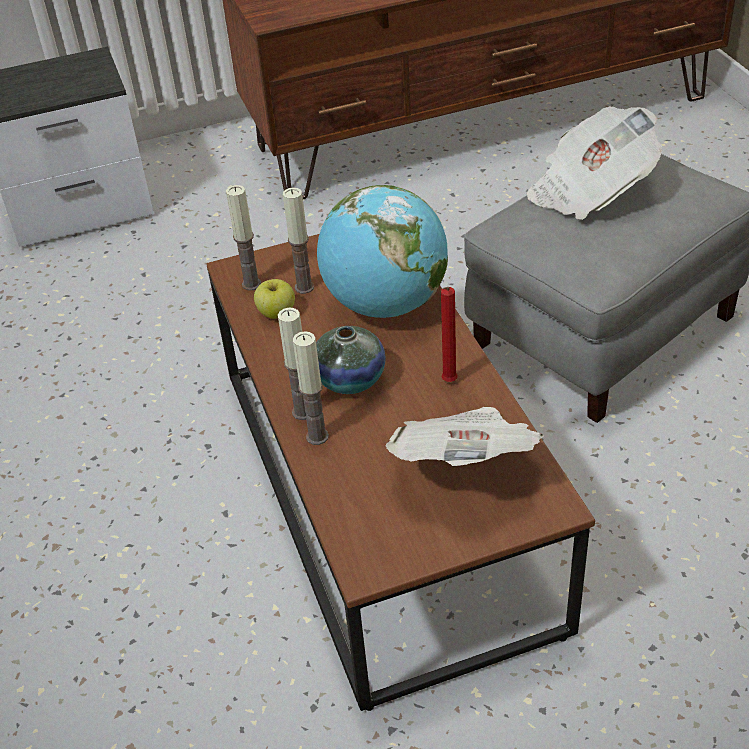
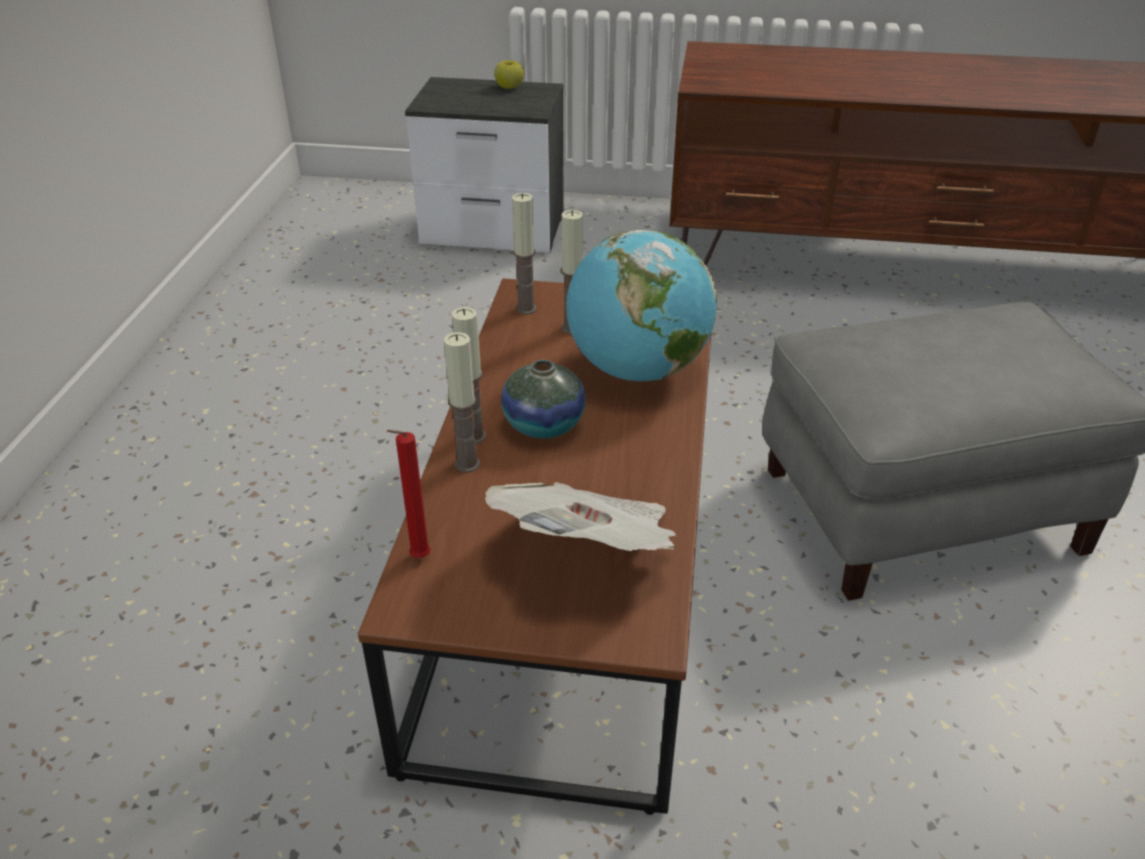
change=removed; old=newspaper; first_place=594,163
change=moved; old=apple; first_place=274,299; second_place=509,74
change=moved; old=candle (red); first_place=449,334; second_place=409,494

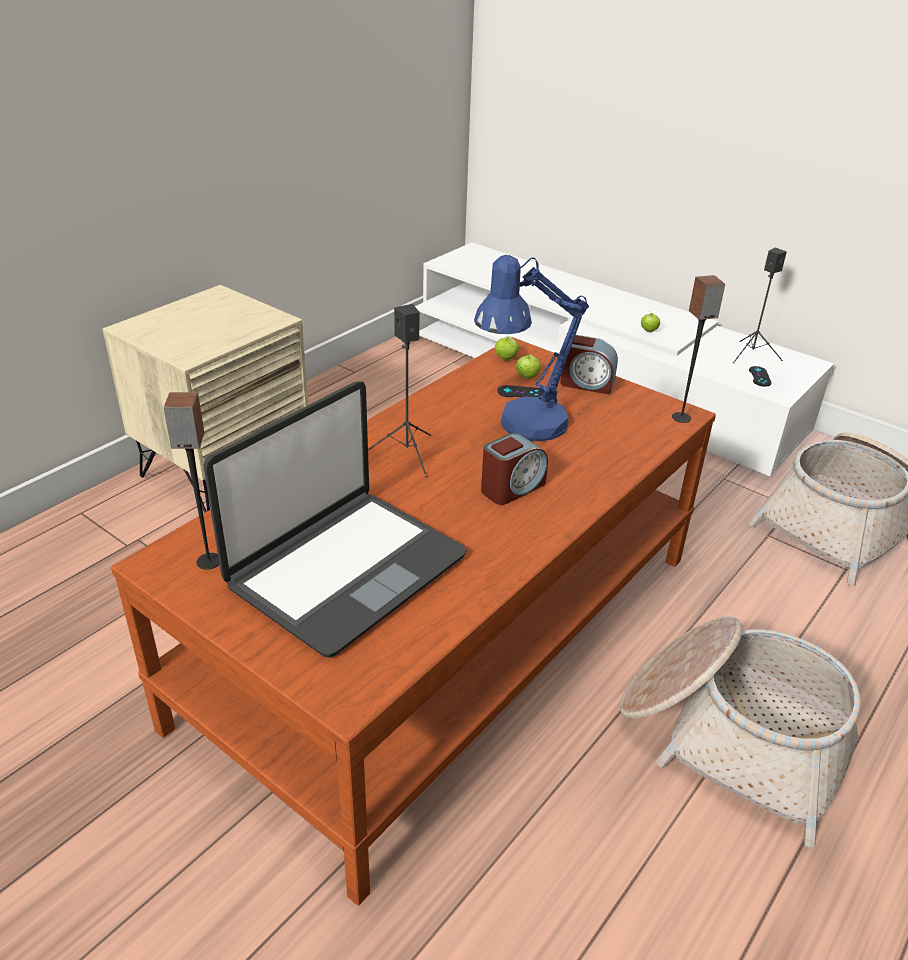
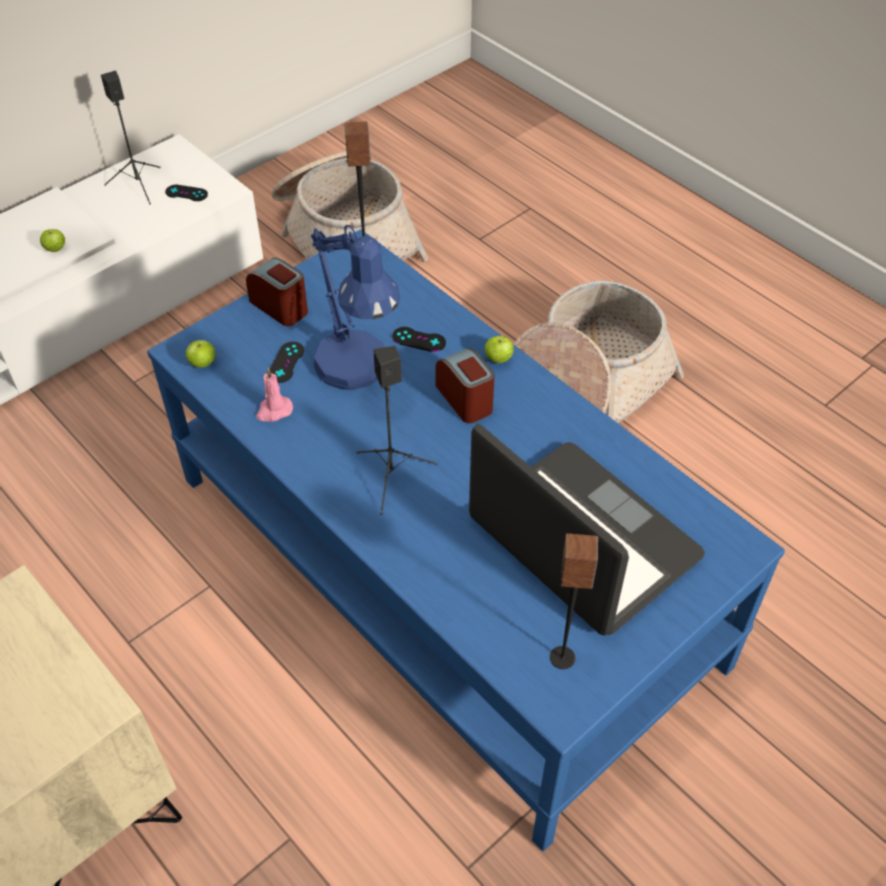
change=turned; old=alarm clock; first_place=589,365; second_place=277,291; degrees=-75
change=recoloured; old=coffee table (brown); new=coffee table (blue); first_place=413,621; second_place=466,540
change=moved; old=apple; first_place=528,366; second_place=499,349
change=added; new=game controller (black); second_place=419,339
change=added; new=candle (pink); second_place=274,395

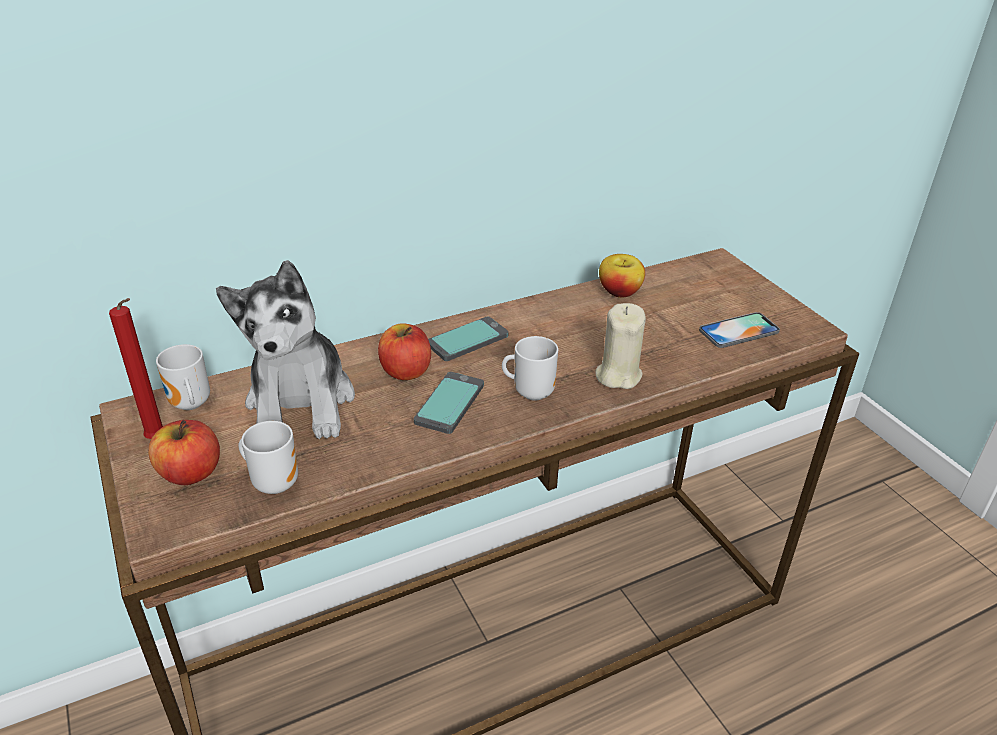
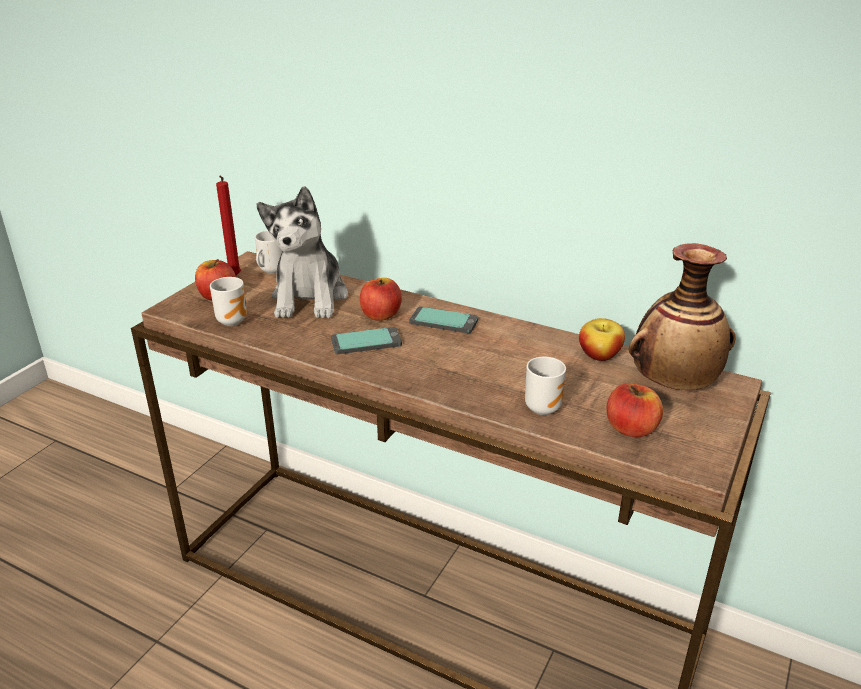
change=turned; old=plush toy; first_place=285,349; second_place=302,252; degrees=-45
change=removed; old=candle (beige); first_place=620,346
change=replaced; old=phone; new=apple; first_place=739,330; second_place=635,410
change=moved; old=mug; first_place=530,368; second_place=545,386
change=added; new=vase; second_place=682,316

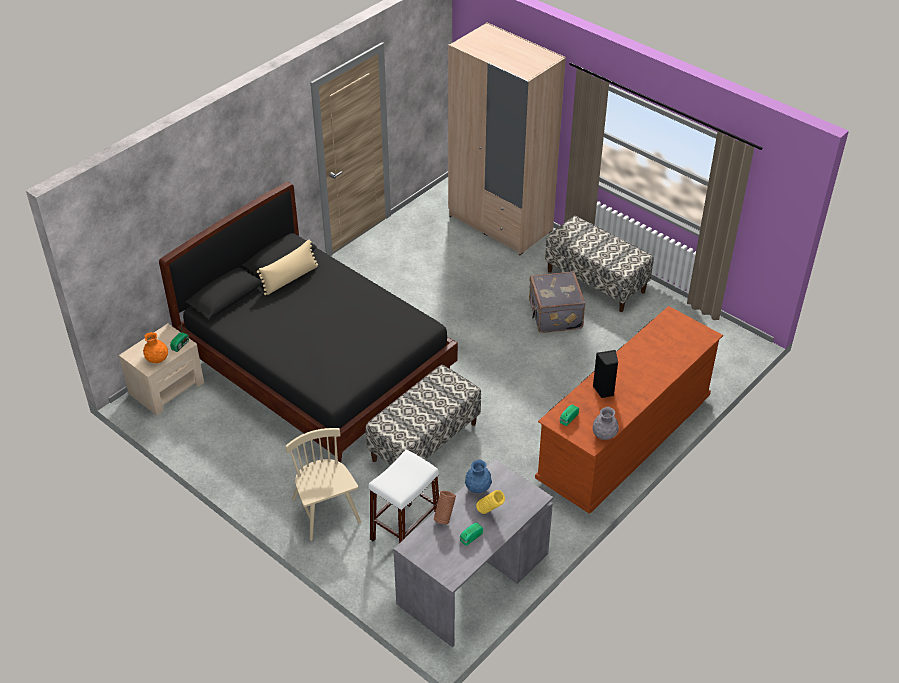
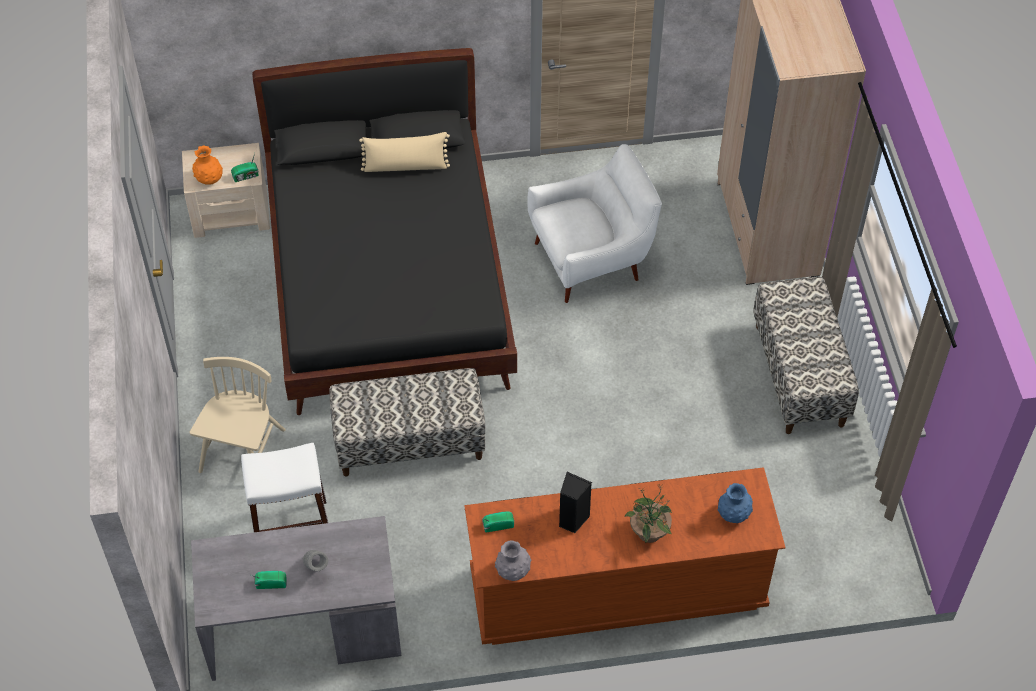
change=removed; old=suitcase (grey); first_place=557,302
change=moved; old=vase (blue); first_place=478,476; second_place=735,503
change=recoloured; old=vase (yellow); new=vase (grey); first_place=490,502; second_place=315,561
change=removed; old=vase (brown); first_place=445,507
change=added; new=armchair (white); second_place=594,223
change=added; new=potted plant; second_place=648,513

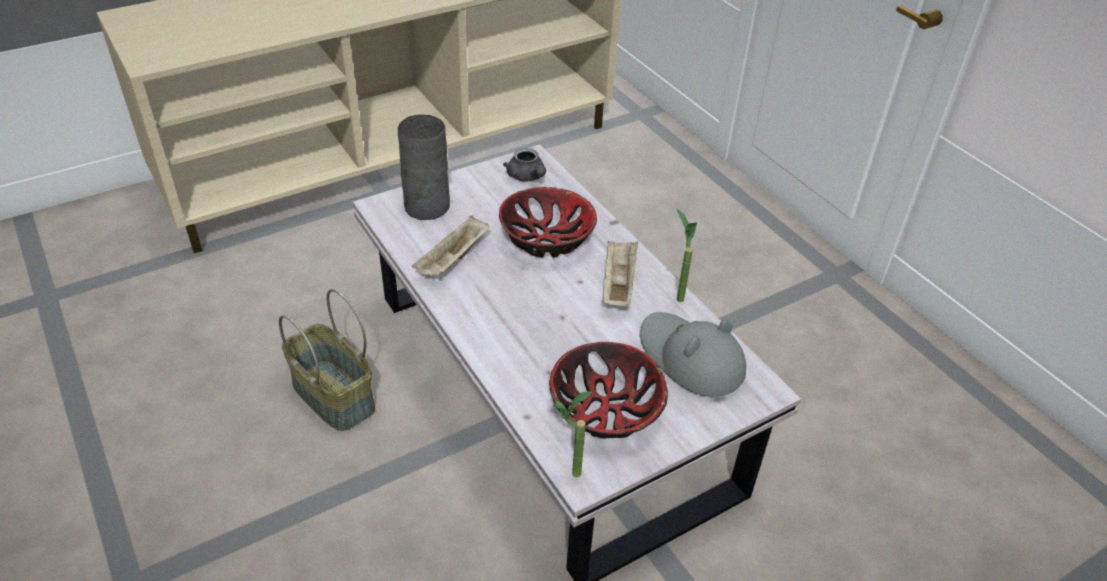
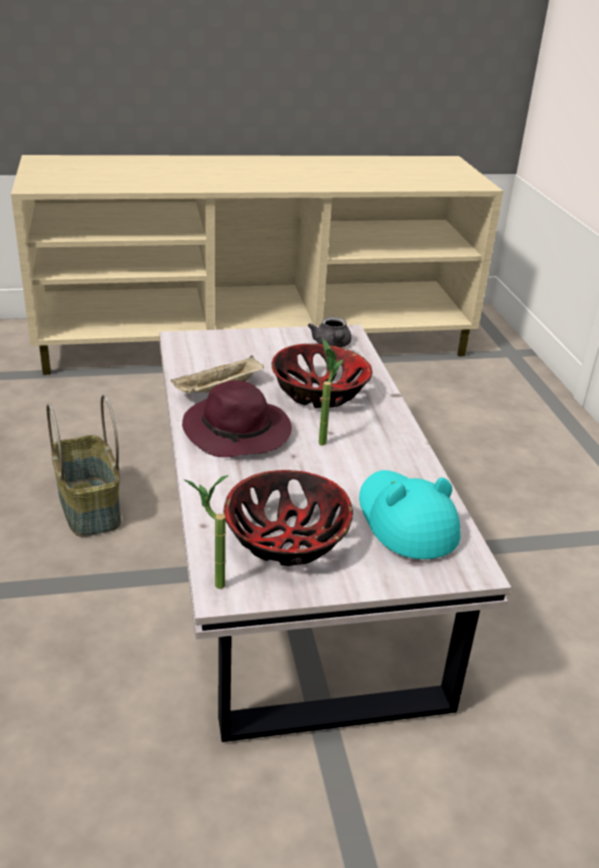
change=removed; old=vase (grey); first_place=424,167
change=moved; old=potted plant; first_place=686,255; second_place=331,392
change=removed; old=tray (beige); first_place=620,273
change=recoloured; old=hat (grey); new=hat (turquoise); first_place=693,354; second_place=410,514
change=added; new=hat (purple); second_place=237,418

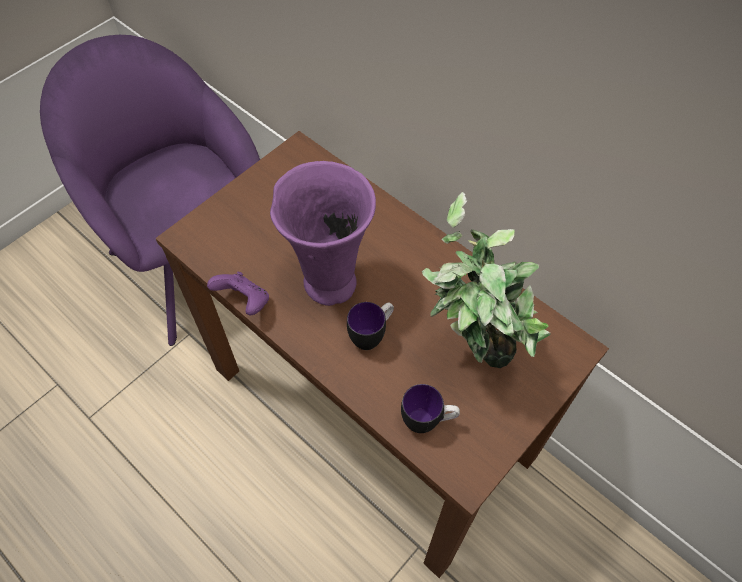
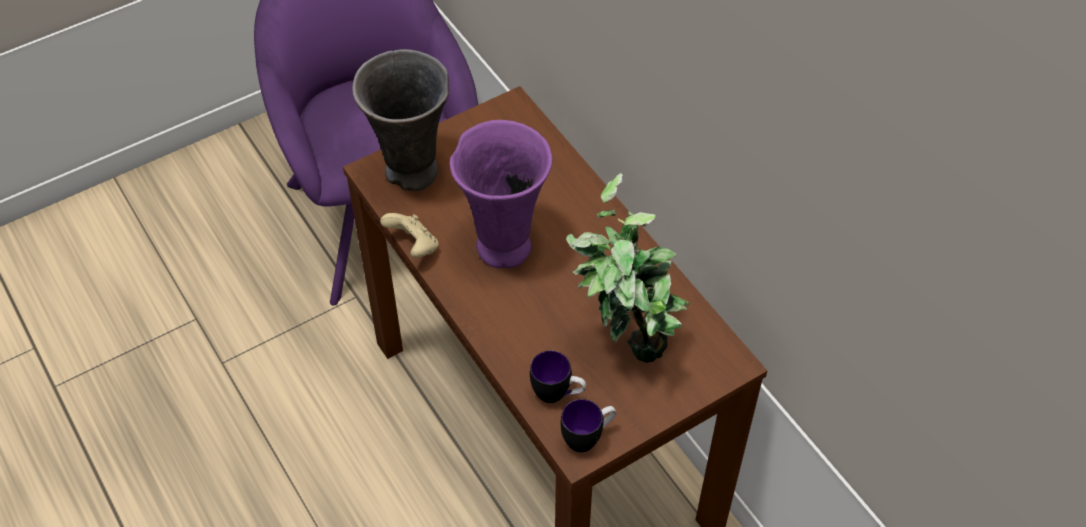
change=recoloured; old=game controller (purple); new=game controller (beige); first_place=238,293; second_place=409,235
change=moved; old=mug; first_place=370,326; second_place=588,426
change=added; new=vase (grey); second_place=400,120

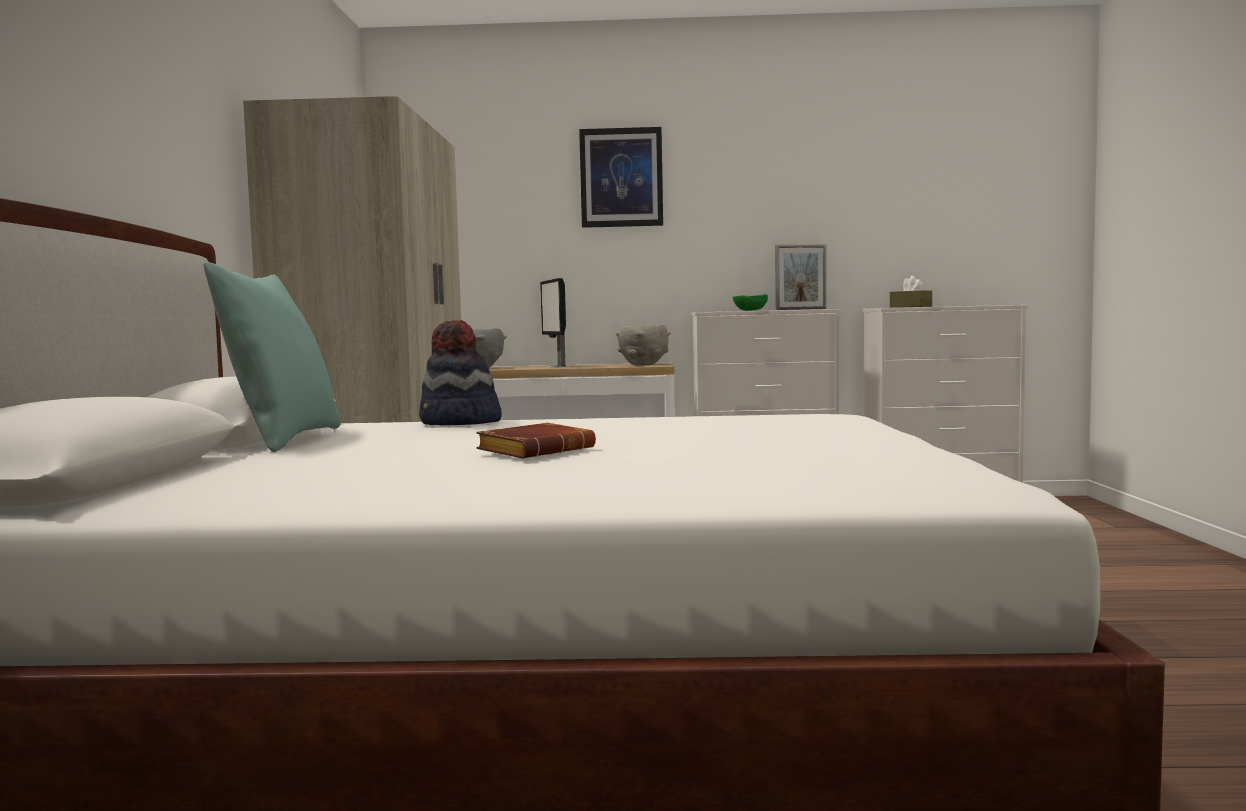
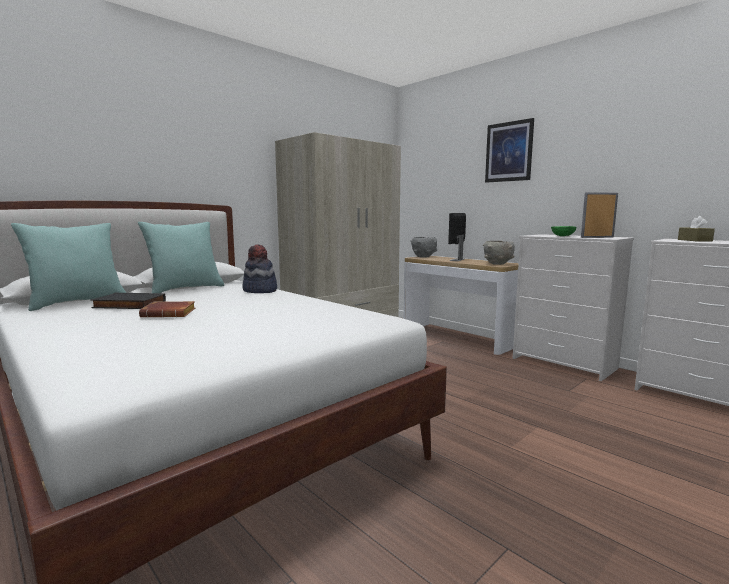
change=turned; old=picture frame; first_place=800,277; second_place=599,215; degrees=135
change=added; new=pillow (turquoise); second_place=68,267
change=added; new=book (black); second_place=128,301

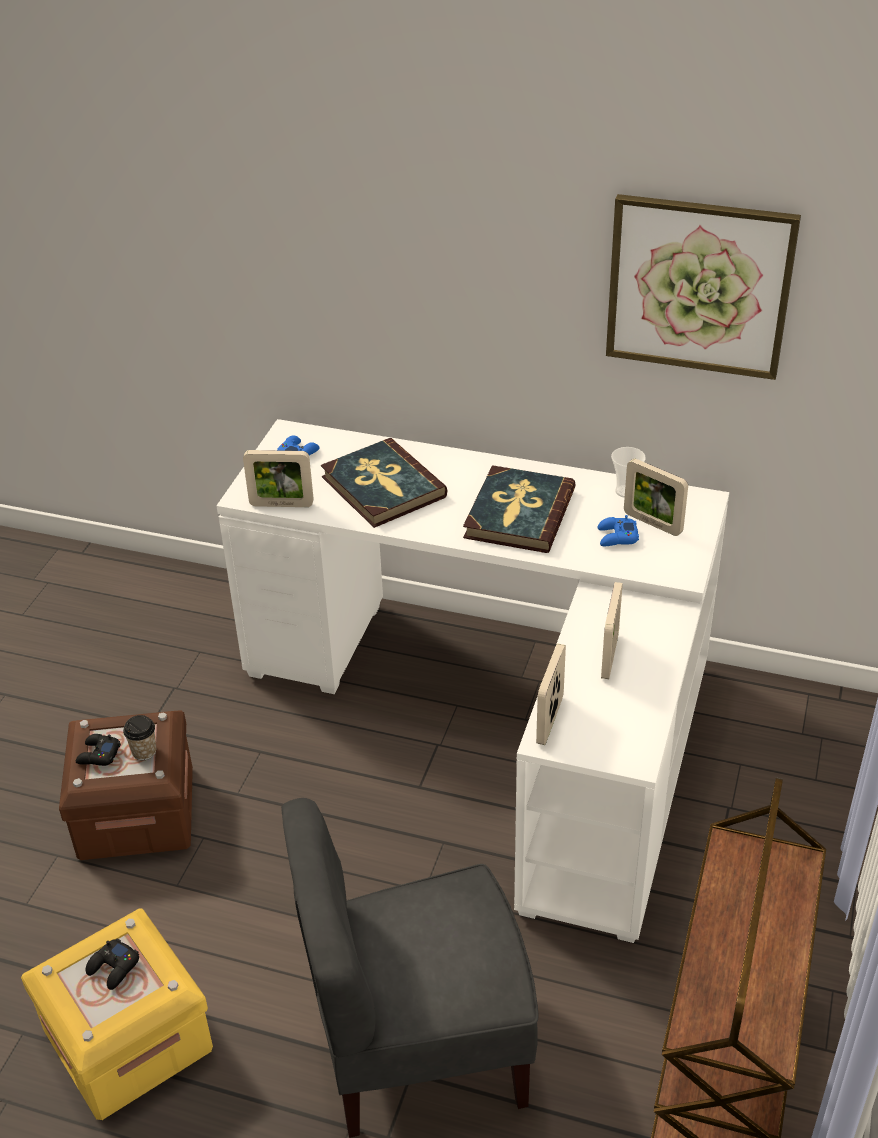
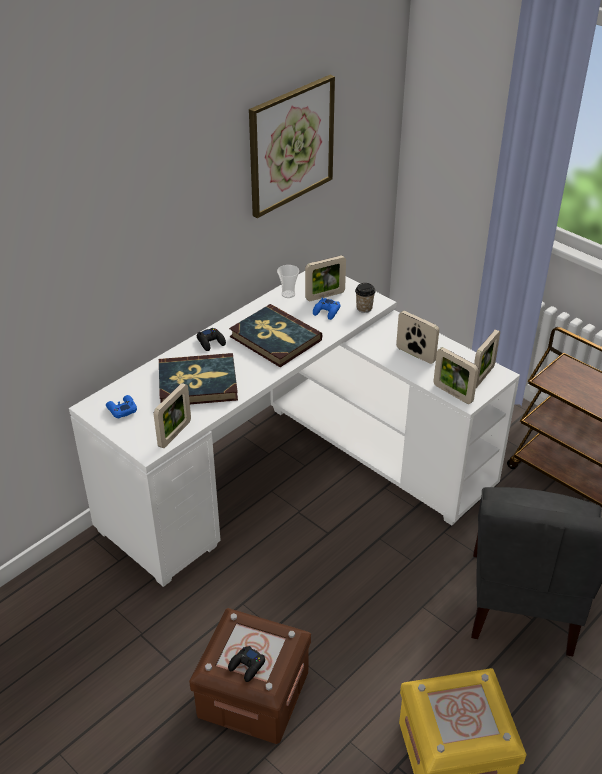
change=moved; old=cup; first_place=139,737; second_place=365,298
change=moved; old=game controller (black); first_place=112,964; second_place=211,339
change=added; new=picture frame; second_place=487,359

